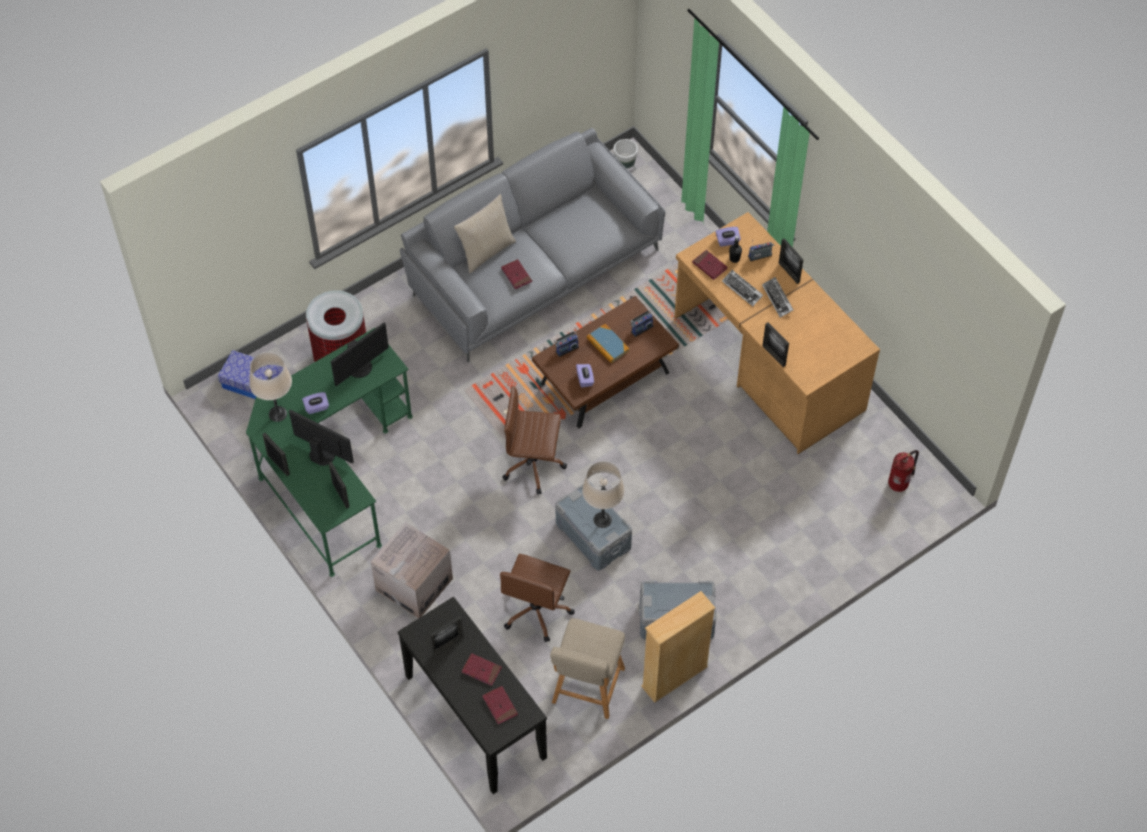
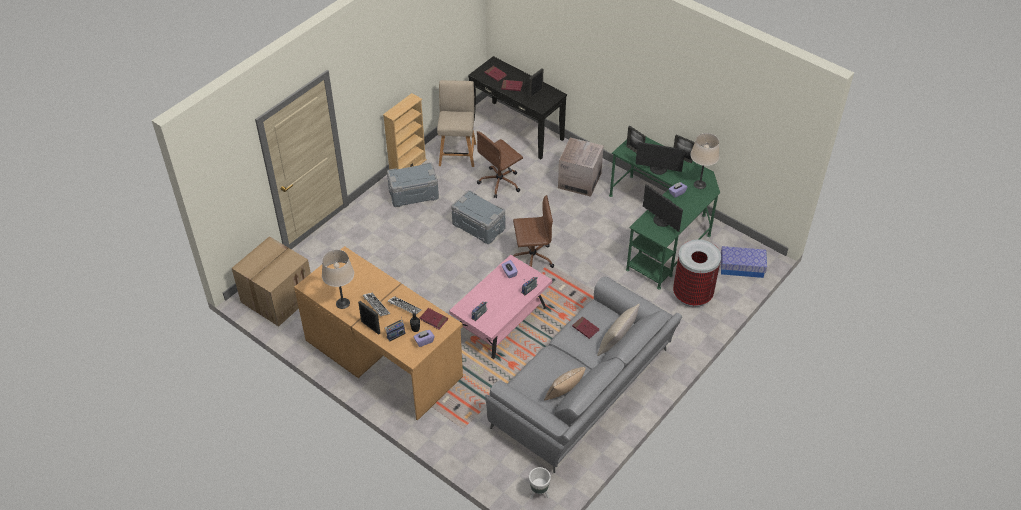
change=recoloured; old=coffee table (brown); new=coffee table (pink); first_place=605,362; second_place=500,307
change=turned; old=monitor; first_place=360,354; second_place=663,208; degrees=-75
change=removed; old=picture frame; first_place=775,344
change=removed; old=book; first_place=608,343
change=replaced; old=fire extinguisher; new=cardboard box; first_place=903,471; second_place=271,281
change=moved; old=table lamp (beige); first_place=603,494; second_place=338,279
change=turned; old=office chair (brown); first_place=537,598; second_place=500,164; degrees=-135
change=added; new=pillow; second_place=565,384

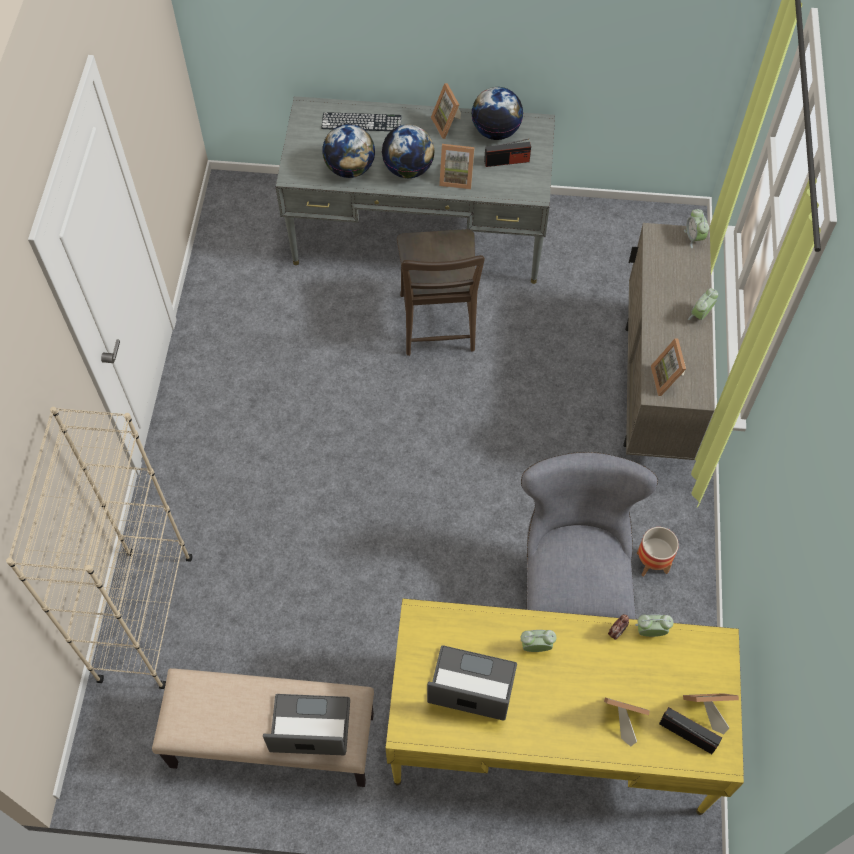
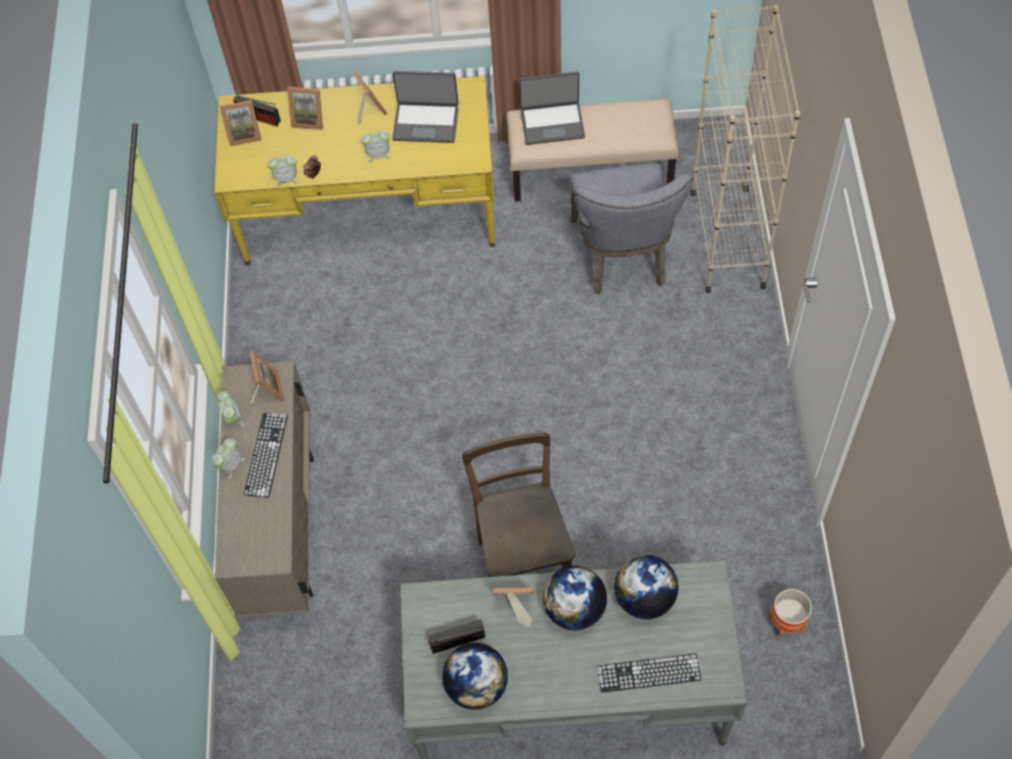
change=moved; old=picture frame; first_place=446,111; second_place=370,98
change=moved; old=alarm clock; first_place=696,228; second_place=230,408
change=moved; old=chair (grey); first_place=589,535; second_place=631,229
change=moved; old=planter; first_place=658,552; second_place=790,615
change=added; new=keyboard; second_place=266,455

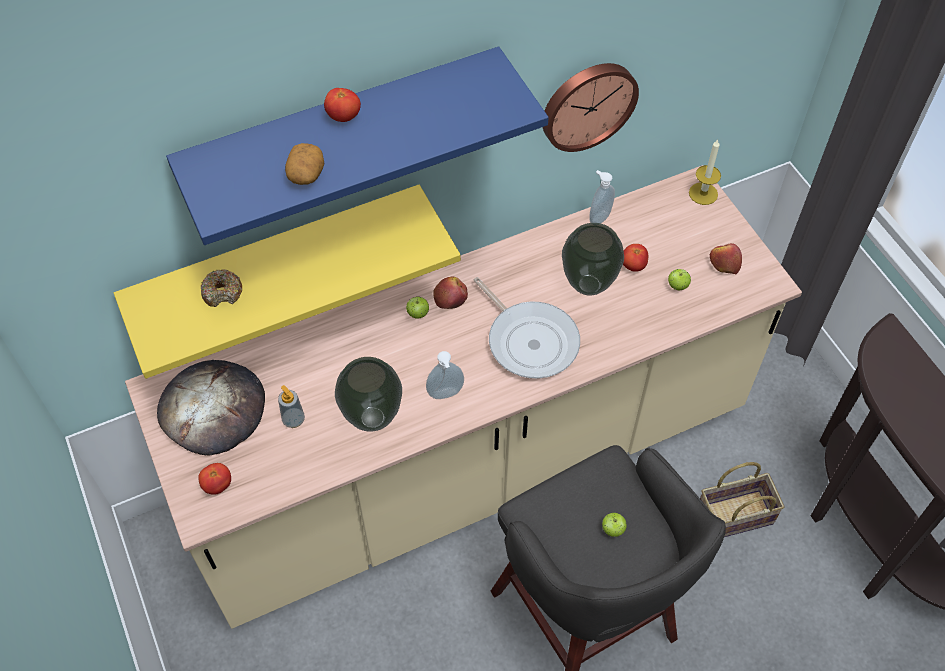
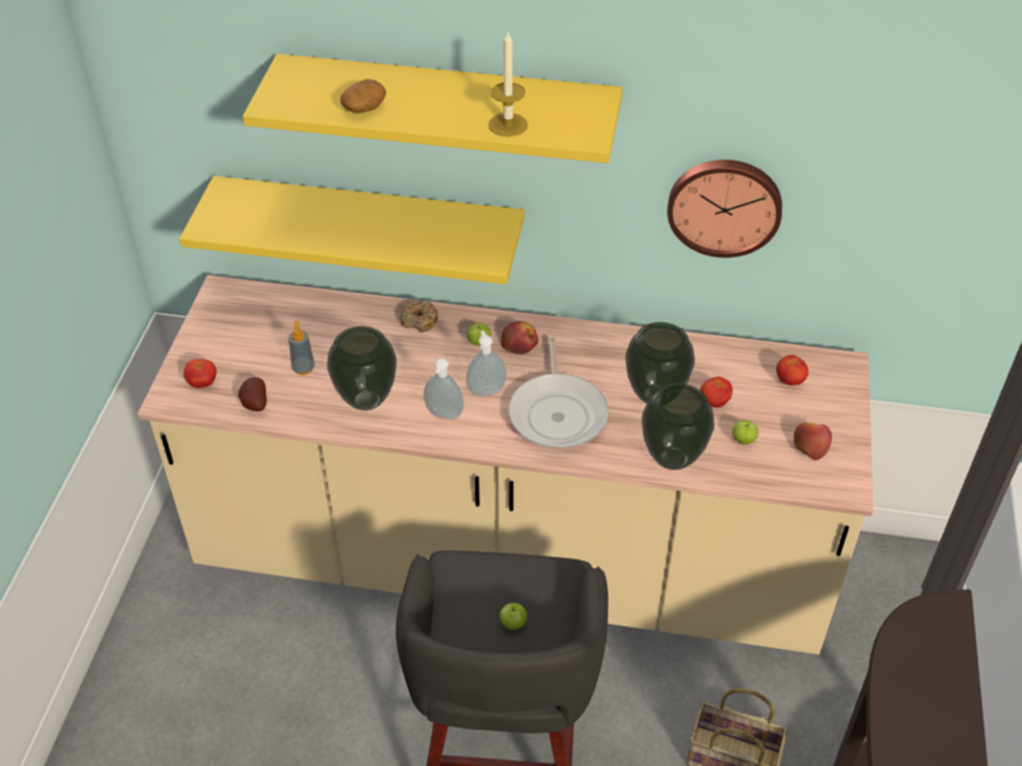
change=recoloured; old=shelf (blue); new=shelf (yellow); first_place=357,146; second_place=432,108
change=moved; old=tomato; first_place=342,105; second_place=792,370
change=moved; old=candle; first_place=705,172; second_place=508,84
change=moved; old=soap dispenser; first_place=602,196; second_place=486,363
change=moved; old=donut; first_place=221,288; second_place=419,316
change=removed; old=bread; first_place=211,408
change=added; new=potato; second_place=252,394
change=added; new=vase; second_place=678,426

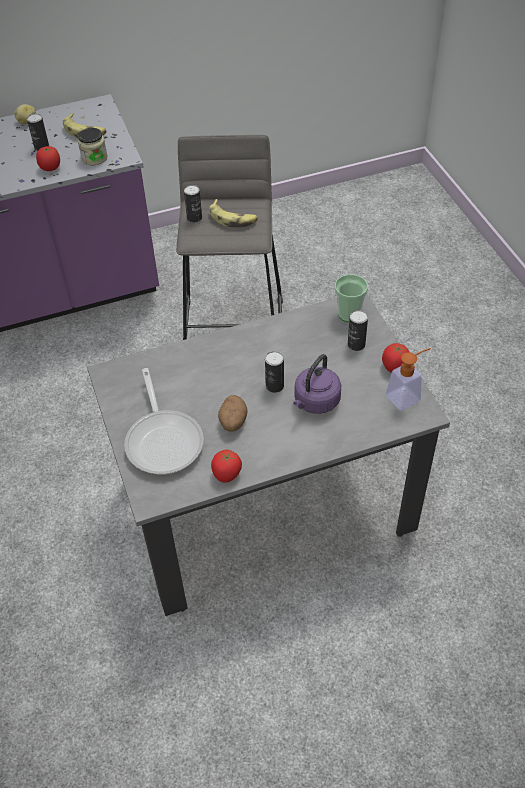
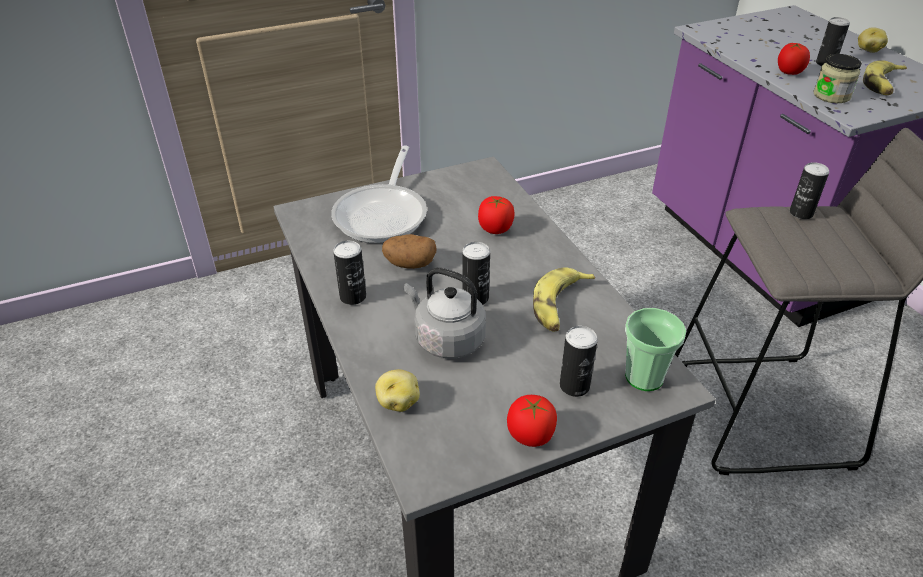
change=moved; old=banana; first_place=233,213; second_place=564,299
change=removed; old=soap dispenser; first_place=408,379
change=recoloured; old=kettle (purple); new=kettle (grey); first_place=317,384; second_place=445,313
change=turned; old=frying pan; first_place=164,421; second_place=379,194; degrees=-60
change=moved; old=tomato; first_place=226,466; second_place=496,215
change=added; new=can; second_place=349,273
change=added; new=potato; second_place=397,390

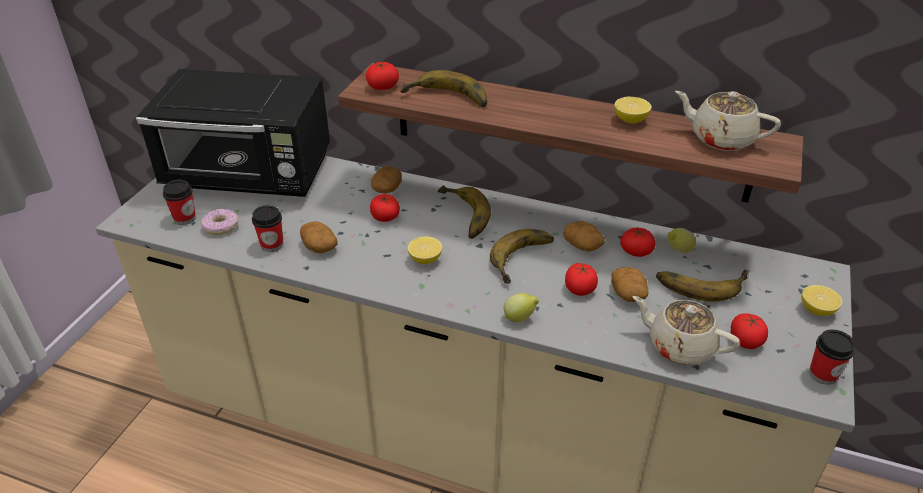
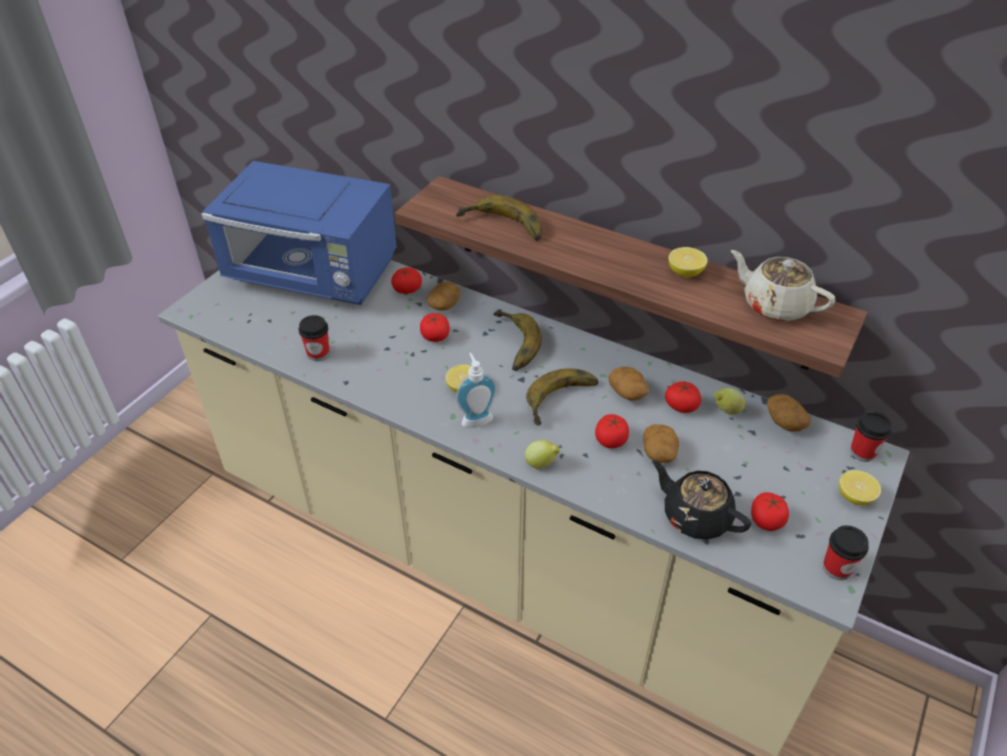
change=moved; old=tomato; first_place=382,76; second_place=406,281
change=recoloured; old=microwave (black); new=microwave (blue); first_place=233,133; second_place=299,233
change=moved; old=cup; first_place=179,202; second_place=871,437
change=removed; old=donut; first_place=220,222
change=moved; old=potato; first_place=319,237; second_place=789,413
change=removed; old=banana; first_place=702,286
change=recoloured; old=teapot (beige); new=teapot (black); first_place=686,330; second_place=701,500
change=added; new=soap dispenser; second_place=476,390

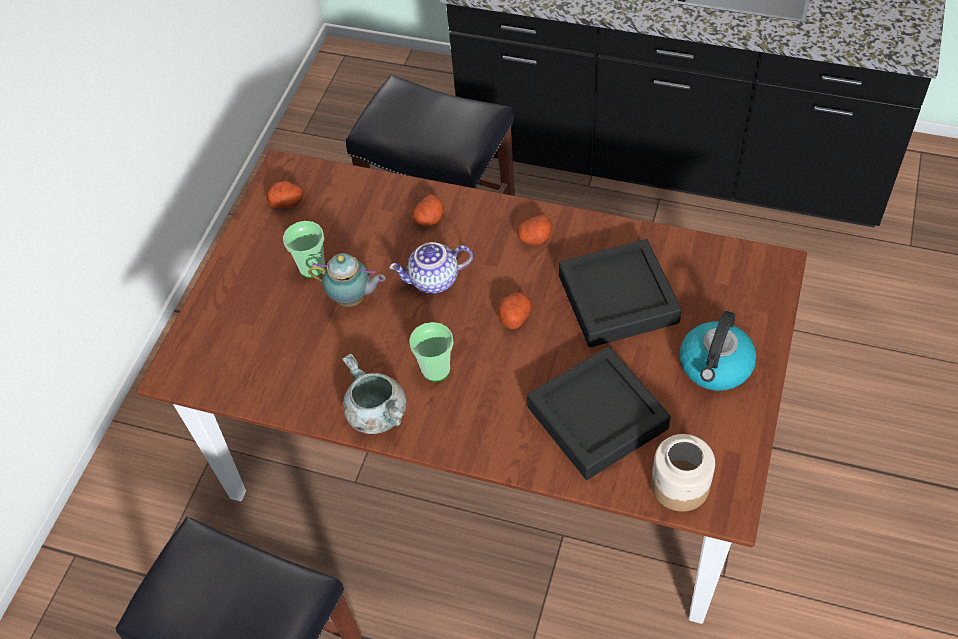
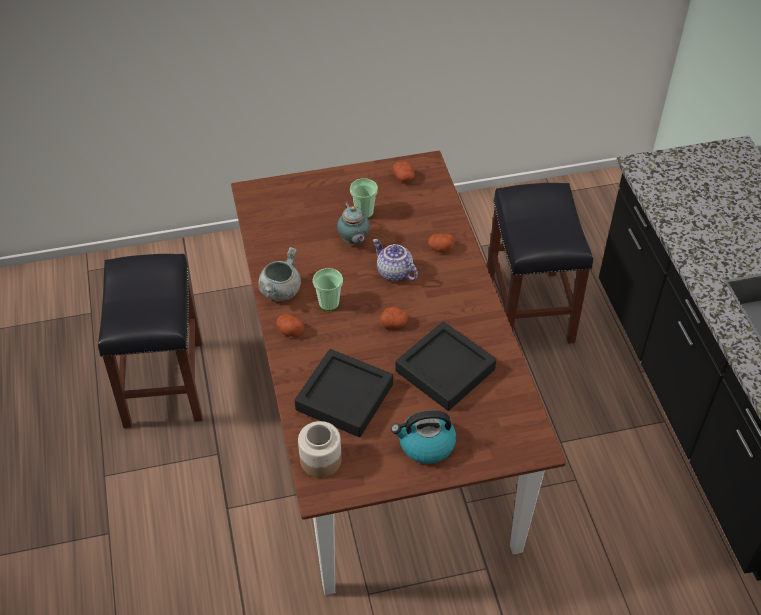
change=moved; old=potato; first_place=535,230; second_place=290,325

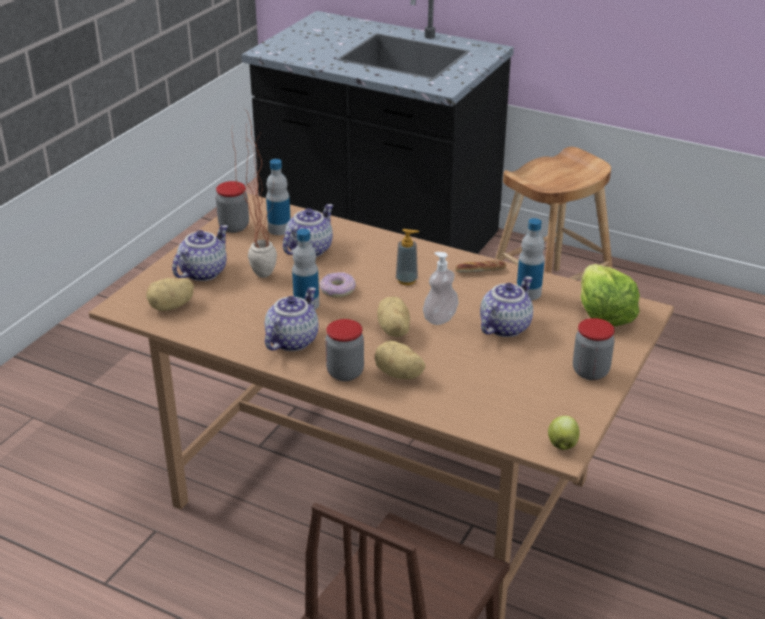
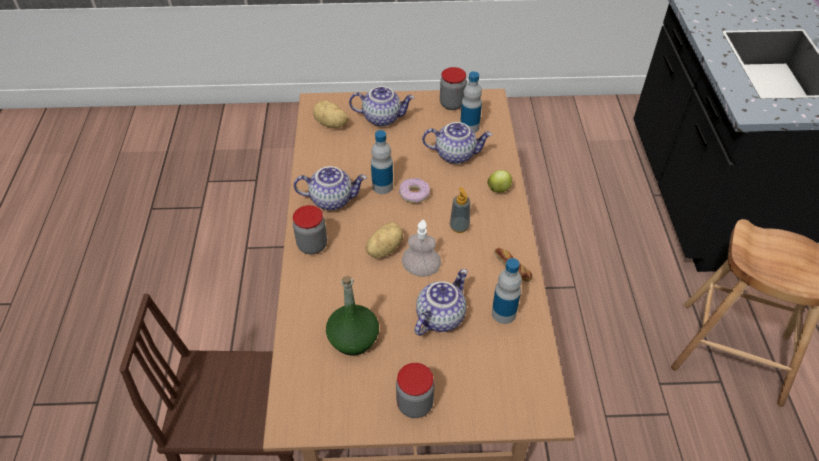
change=removed; old=potted plant; first_place=254,193
change=removed; old=lettuce; first_place=610,295
change=turned; old=teapot; first_place=506,306; second_place=441,302; degrees=-60
change=removed; old=potato; first_place=400,360
change=moved; old=apple; first_place=564,433; second_place=500,181
change=added; new=bottle (green); second_place=352,315

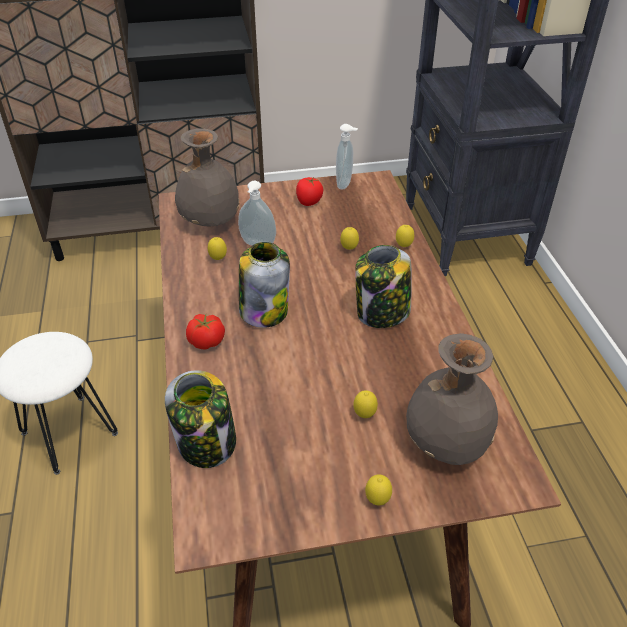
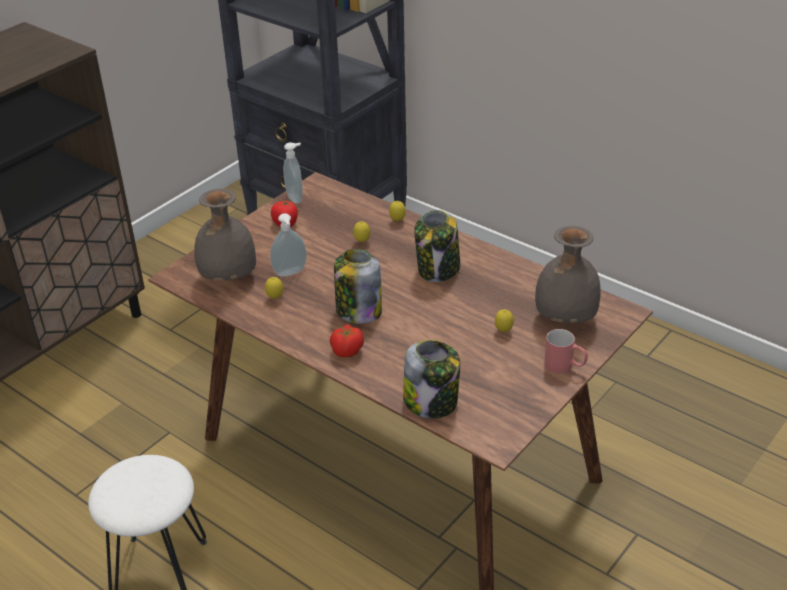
change=replaced; old=lemon; new=mug (red); first_place=378,489; second_place=566,351

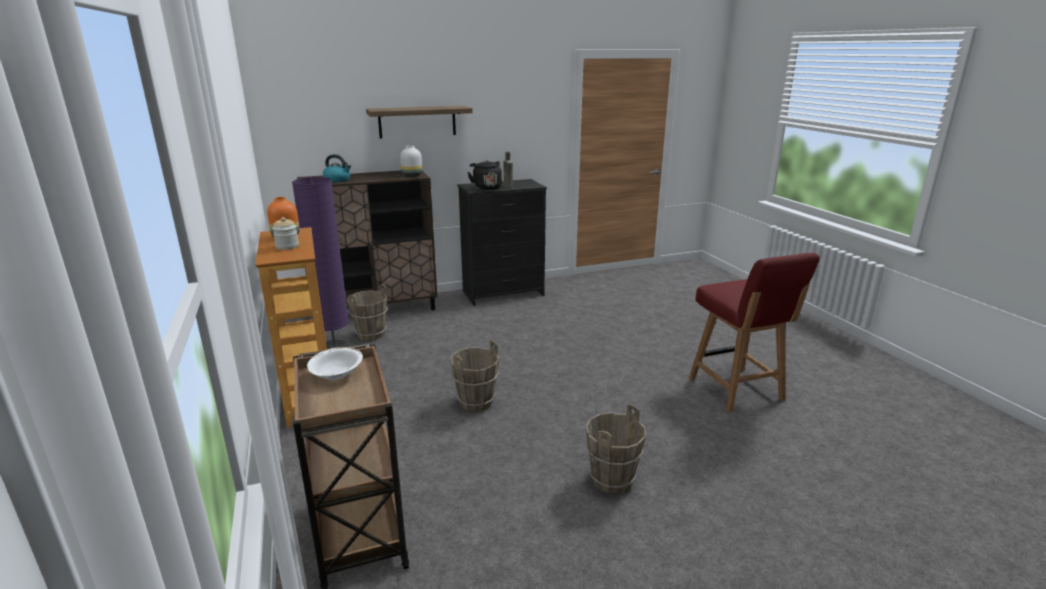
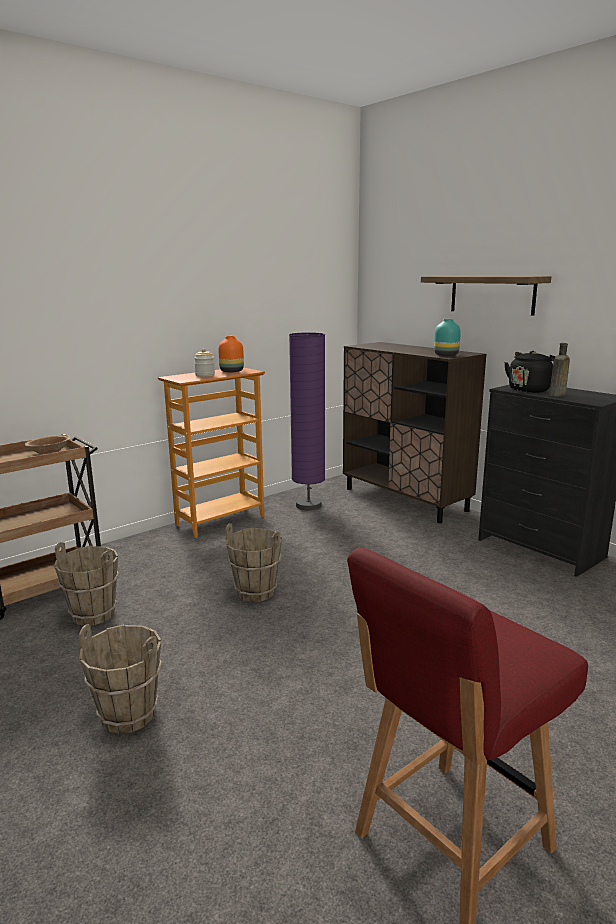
change=recoloured; old=vase (white); new=vase (turquoise); first_place=411,161; second_place=447,337
change=removed; old=kettle; first_place=337,168
change=moved; old=bucket (brown); first_place=367,312; second_place=86,584
change=recoloured; old=bowl (white); new=bowl (brown); first_place=335,363; second_place=48,445

